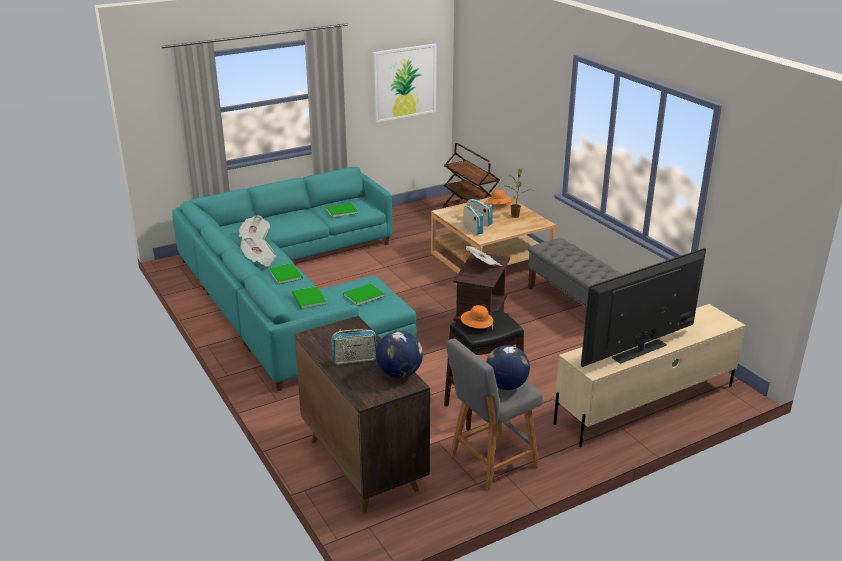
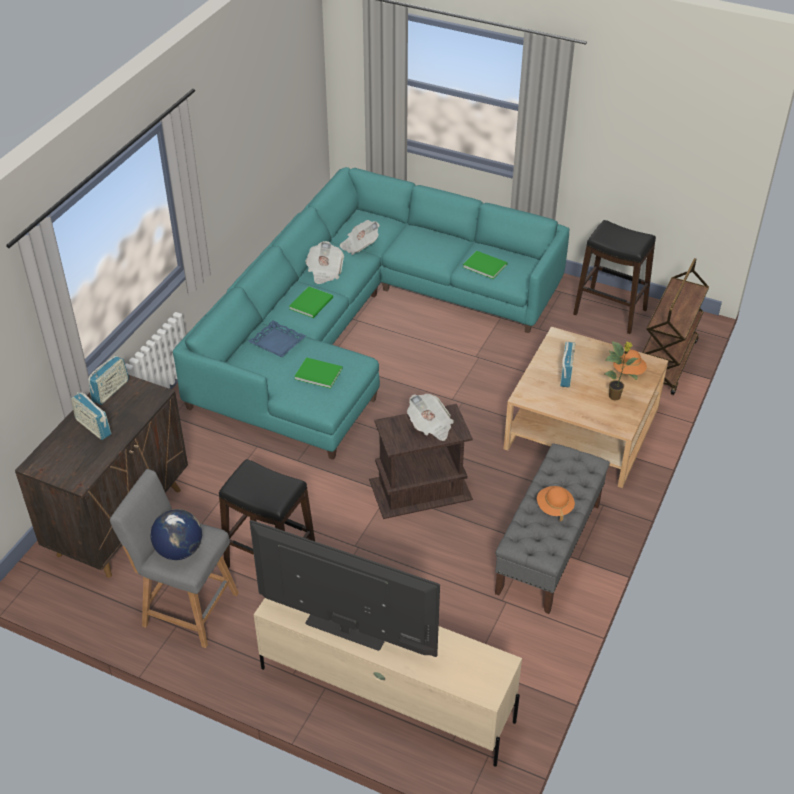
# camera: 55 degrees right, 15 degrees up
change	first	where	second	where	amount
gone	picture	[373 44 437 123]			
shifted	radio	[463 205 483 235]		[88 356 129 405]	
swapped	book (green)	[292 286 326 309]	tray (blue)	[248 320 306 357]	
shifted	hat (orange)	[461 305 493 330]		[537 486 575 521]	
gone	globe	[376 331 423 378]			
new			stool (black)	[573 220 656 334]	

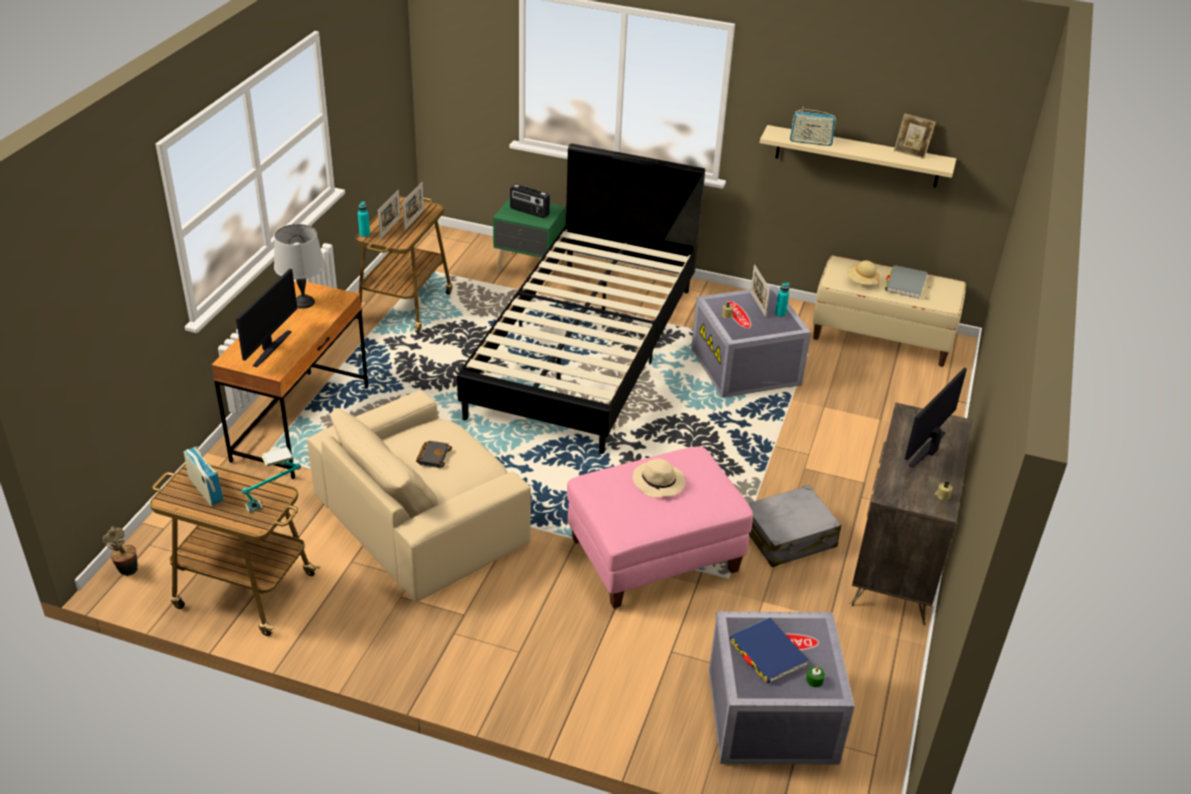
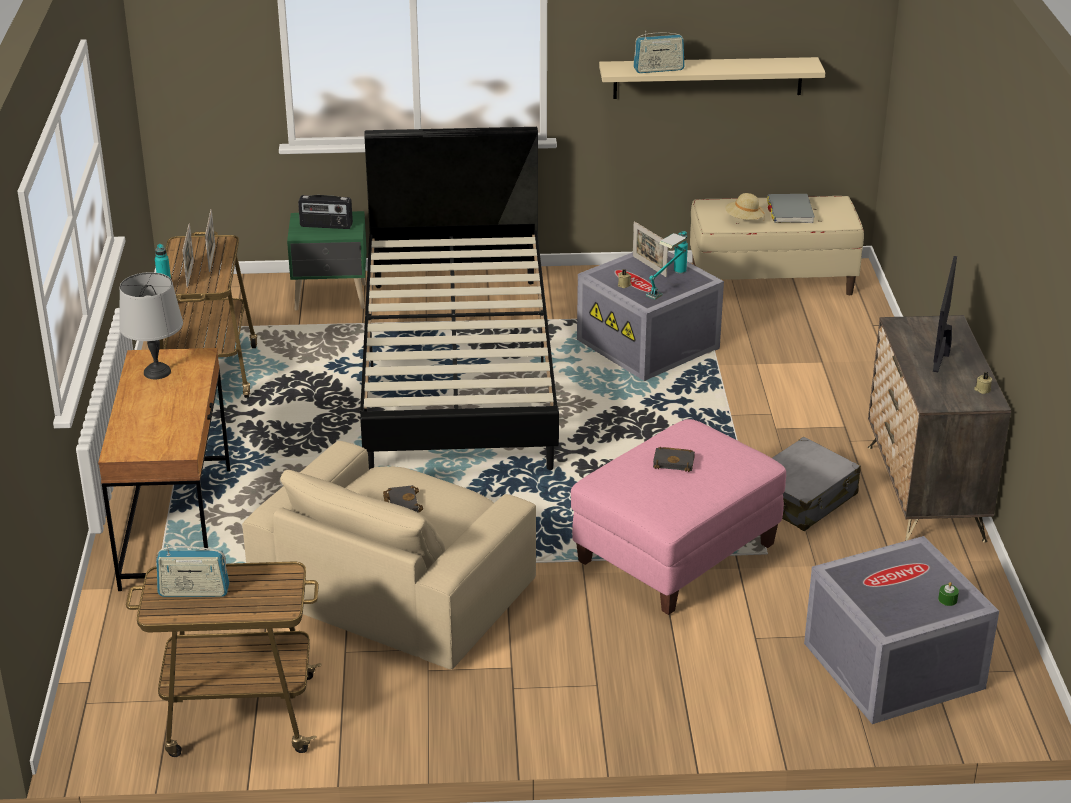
# camera: 20 degrees left, 5 degrees down
change	first	where	second	where	amount
gone	picture frame	[894 114 936 159]			
gone	monitor	[236 269 297 367]			
rotated	radio	[184 447 224 506]		[156 545 229 597]	150 degrees clockwise
shifted	table lamp	[242 447 301 513]		[646 233 687 300]	
swapped	hat (beige)	[632 458 686 497]	book (black)	[653 447 695 472]	
gone	potted plant	[103 526 138 576]			
gone	book (blue)	[729 617 809 684]			

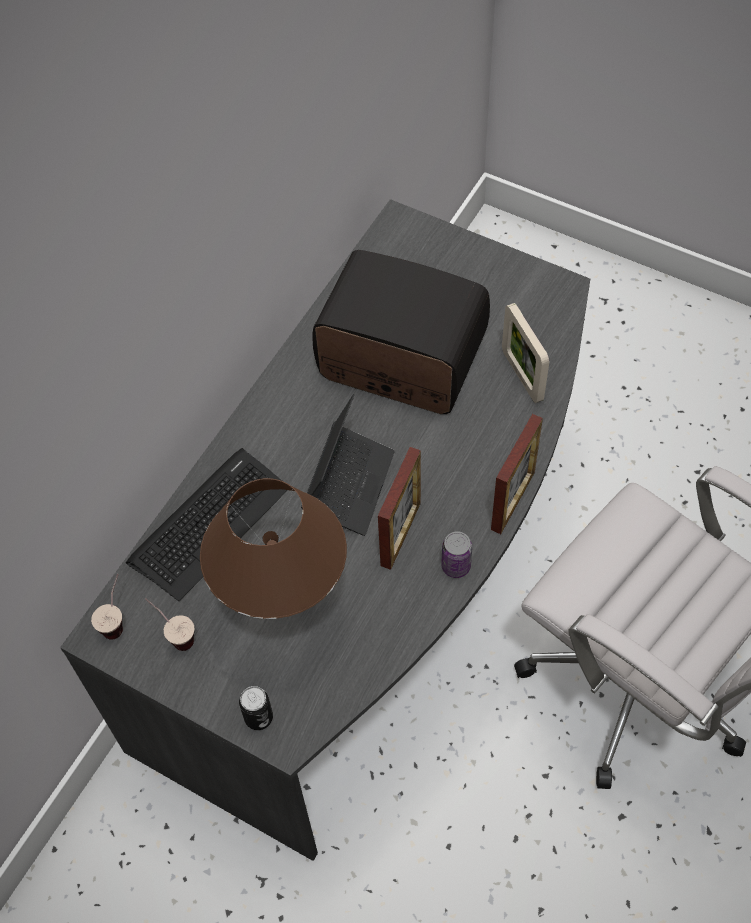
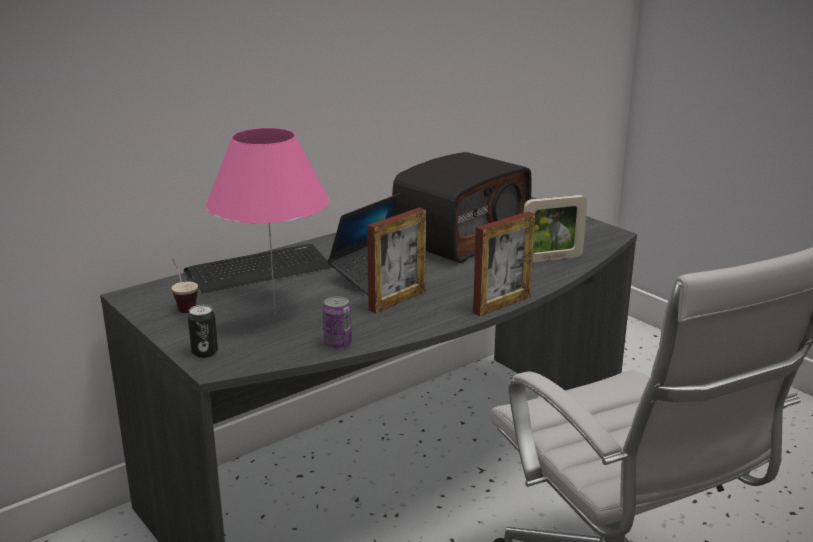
# camera: 20 degrees right, 35 degrees down
change	first	where	second	where	amount
rotated	radio	[313 250 490 414]		[392 152 532 263]	90 degrees clockwise
rotated	picture frame	[502 303 549 403]		[524 195 587 262]	105 degrees counterclockwise
repainted	table lamp (brown)	[200 478 347 619]	table lamp (pink)	[205 128 329 315]	
shifted	can	[441 531 472 578]		[323 296 352 348]	
gone	cup	[91 574 123 640]			

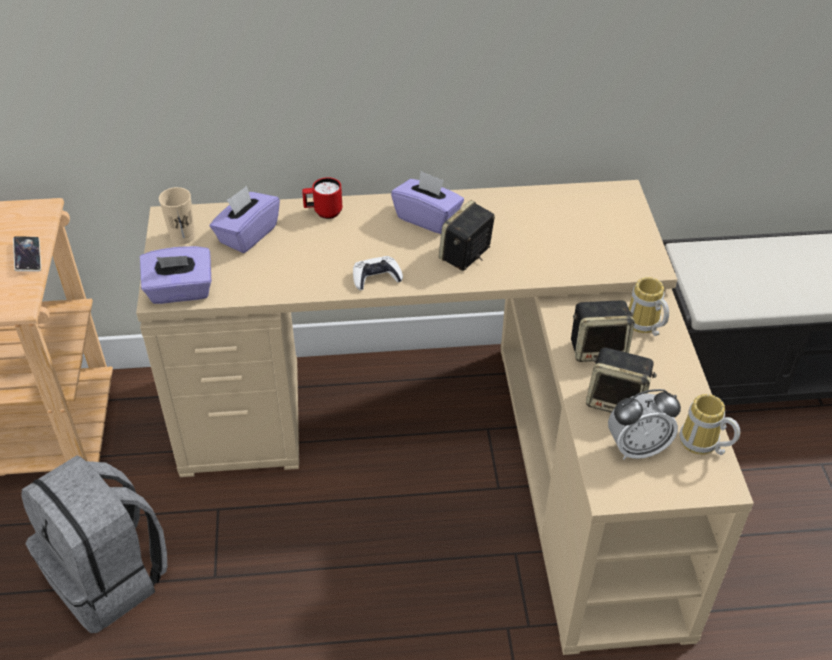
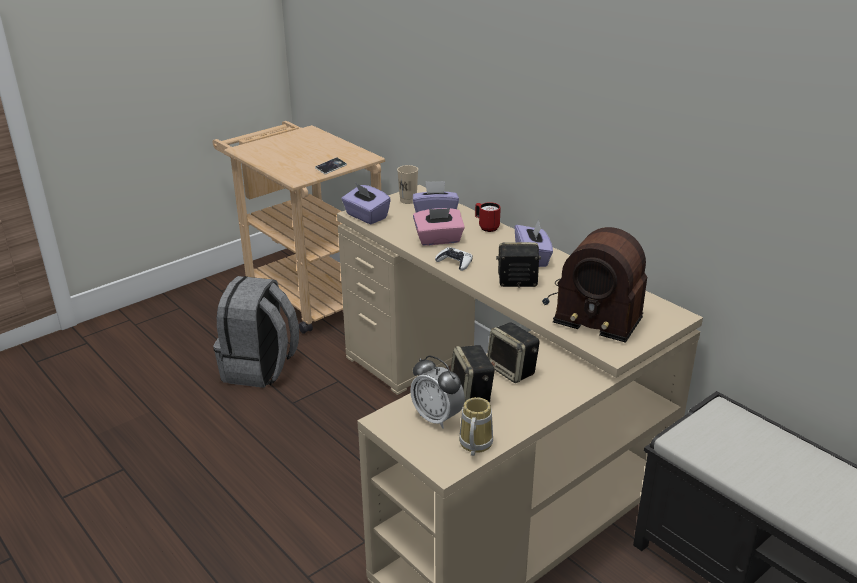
# camera: 55 degrees right, 15 degrees down
change	first	where	second	where	amount
gone	mug	[628 277 669 336]			
new			tissue box (pink)	[413 208 465 246]	
new			radio	[542 227 647 343]	

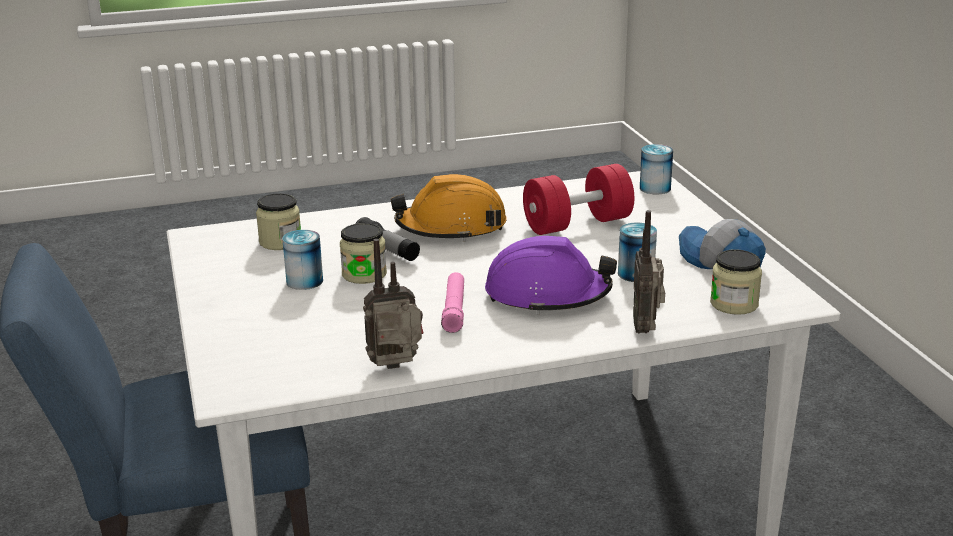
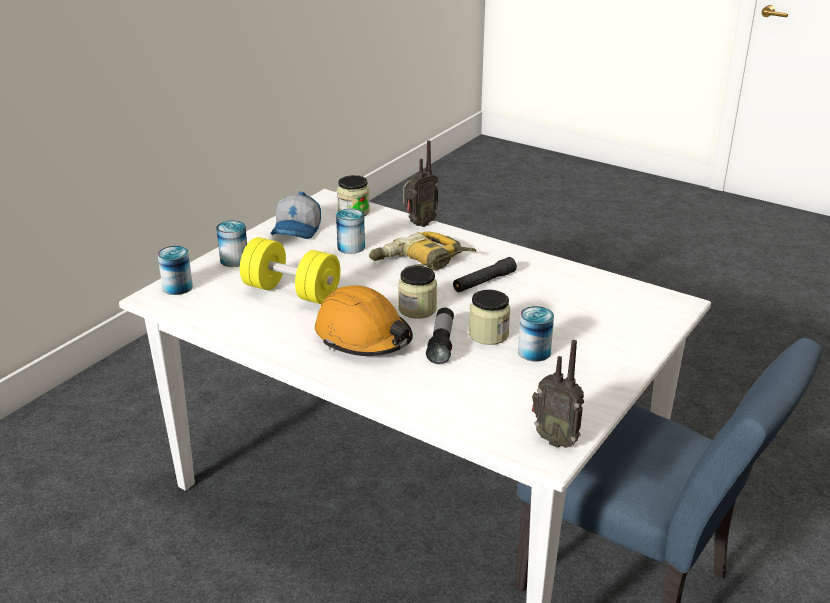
# camera: 130 degrees left, 5 degrees up
change	first	where	second	where	amount
repainted	dumbbell (red)	[523 164 634 235]	dumbbell (yellow)	[240 237 340 304]	
shifted	jar	[256 193 301 250]		[398 266 437 319]	
swapped	hard hat (purple)	[485 236 617 315]	power drill	[369 231 476 271]	
shifted	radio	[363 239 423 369]		[532 340 584 448]	
repainted	flashlight (pink)	[441 272 464 333]	flashlight (black)	[453 257 517 292]	
new			can	[216 220 247 267]	

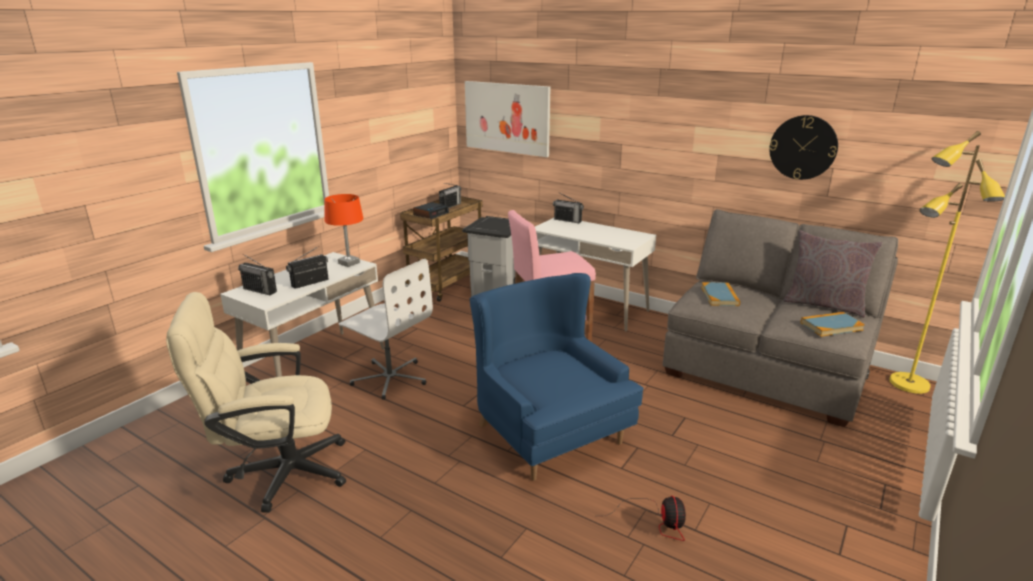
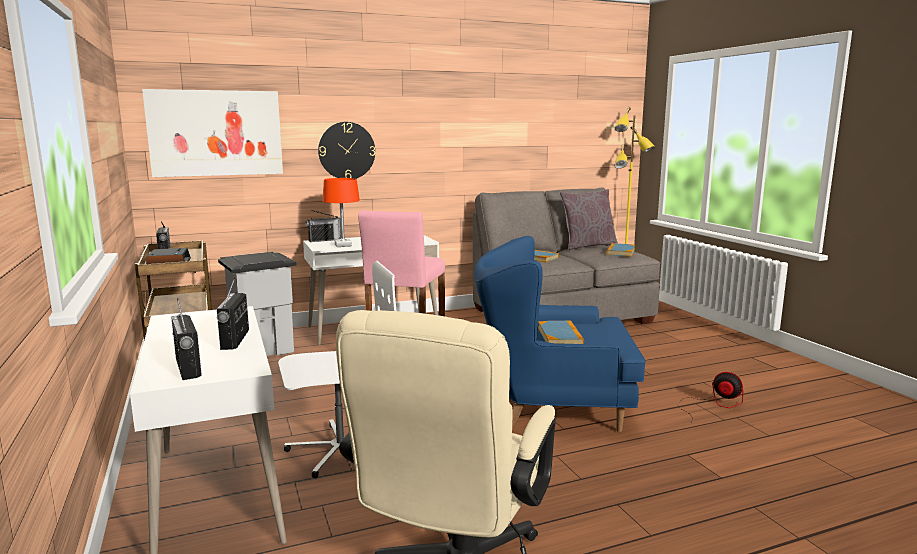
# camera: 55 degrees left, 10 degrees down
change	first	where	second	where	amount
shifted	wall clock	[769 115 838 180]		[318 122 375 179]	
shifted	table lamp (orange)	[324 194 363 267]		[323 178 360 247]	
rotated	radio	[238 254 277 295]		[171 298 202 380]	90 degrees clockwise
new			book	[538 321 584 344]	

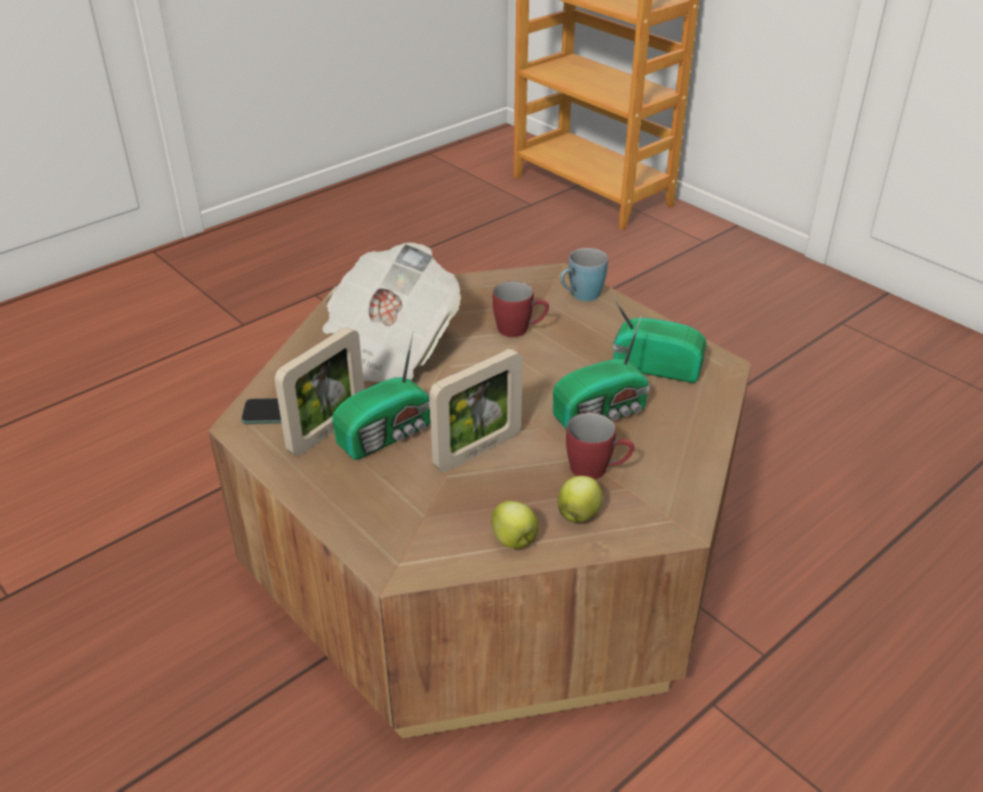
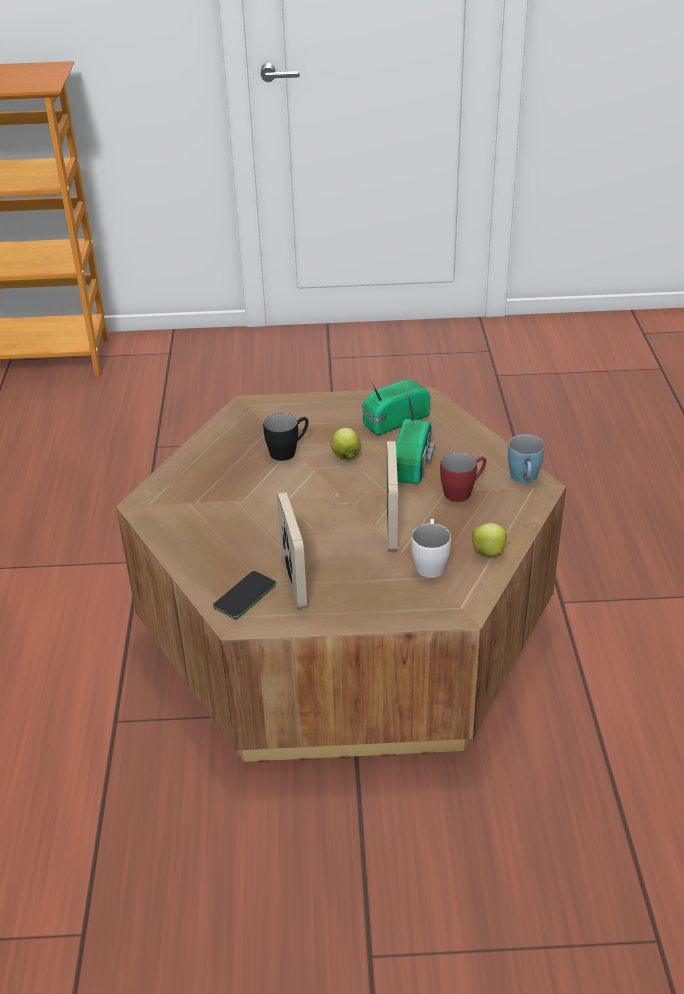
# camera: 50 degrees left, 0 degrees up
change	first	where	second	where	amount
gone	newspaper	[322 242 461 382]			
shifted	mug (blue)	[560 248 608 301]		[508 434 544 483]	
repainted	mug (red)	[493 281 549 337]	mug (black)	[263 413 309 461]	
gone	radio	[332 331 430 460]			
shifted	apple	[558 476 603 522]		[330 428 361 459]	
new			mug (white)	[411 519 451 578]	

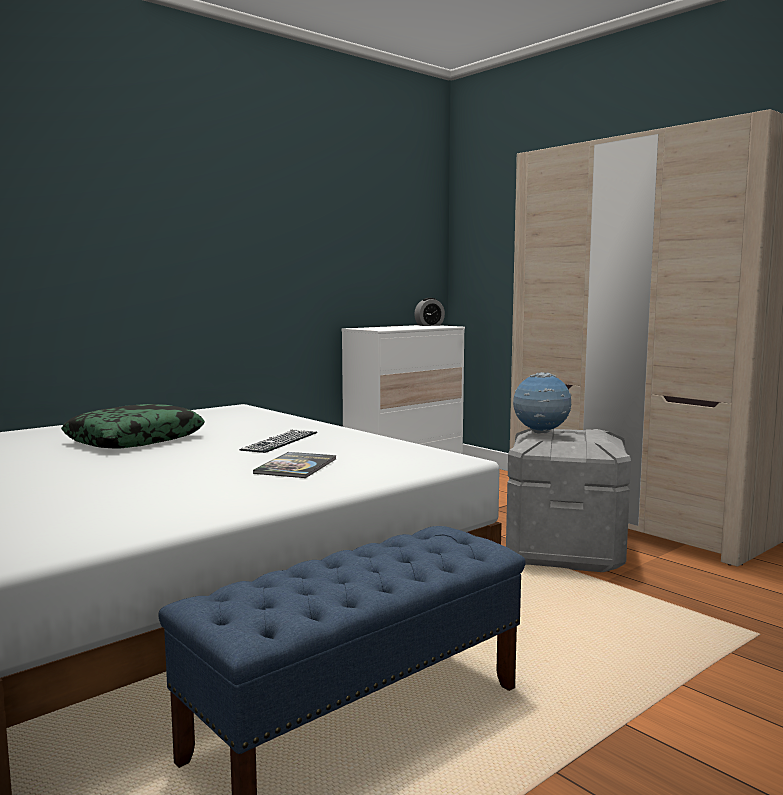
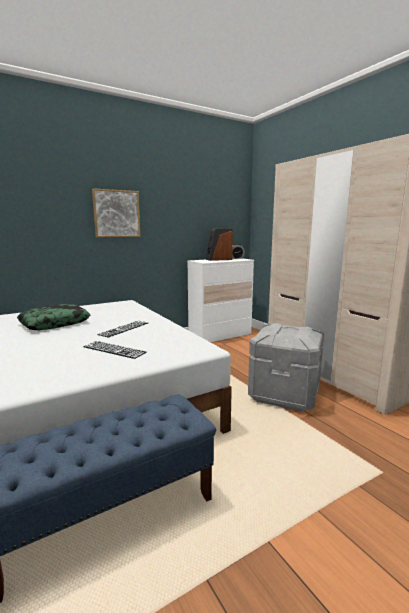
# camera: 10 degrees right, 5 degrees up
change	first	where	second	where	amount
gone	globe	[513 372 571 434]			
swapped	book	[253 452 336 478]	keyboard	[83 341 147 359]	
new			picture	[92 188 141 237]	
new			speaker	[205 229 233 261]	

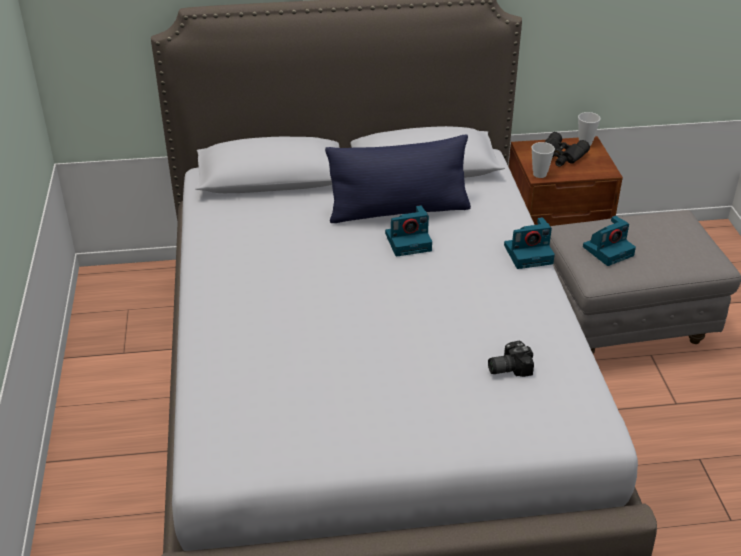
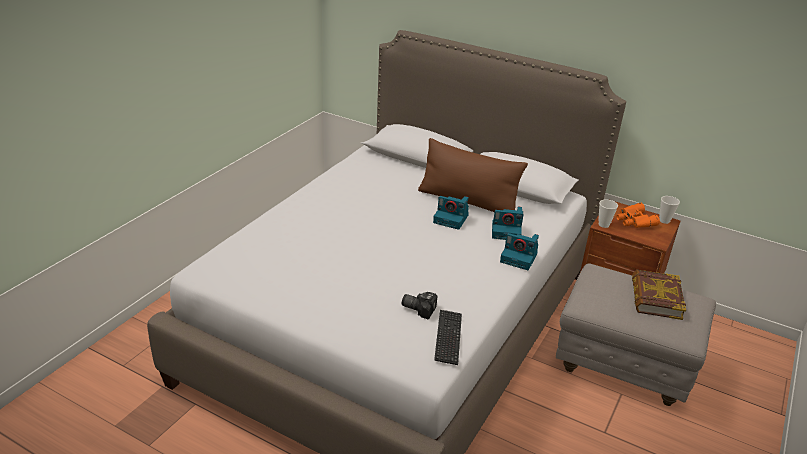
# camera: 35 degrees right, 5 degrees down
change	first	where	second	where	amount
repainted	binoculars (black)	[545 132 590 167]	binoculars (orange)	[616 203 660 228]	
repainted	pillow (blue)	[325 134 471 223]	pillow (brown)	[418 138 528 212]	
shifted	photo camera	[583 216 636 266]		[492 207 523 240]	
new			book	[632 270 686 320]	
new			keyboard	[434 310 462 365]	

